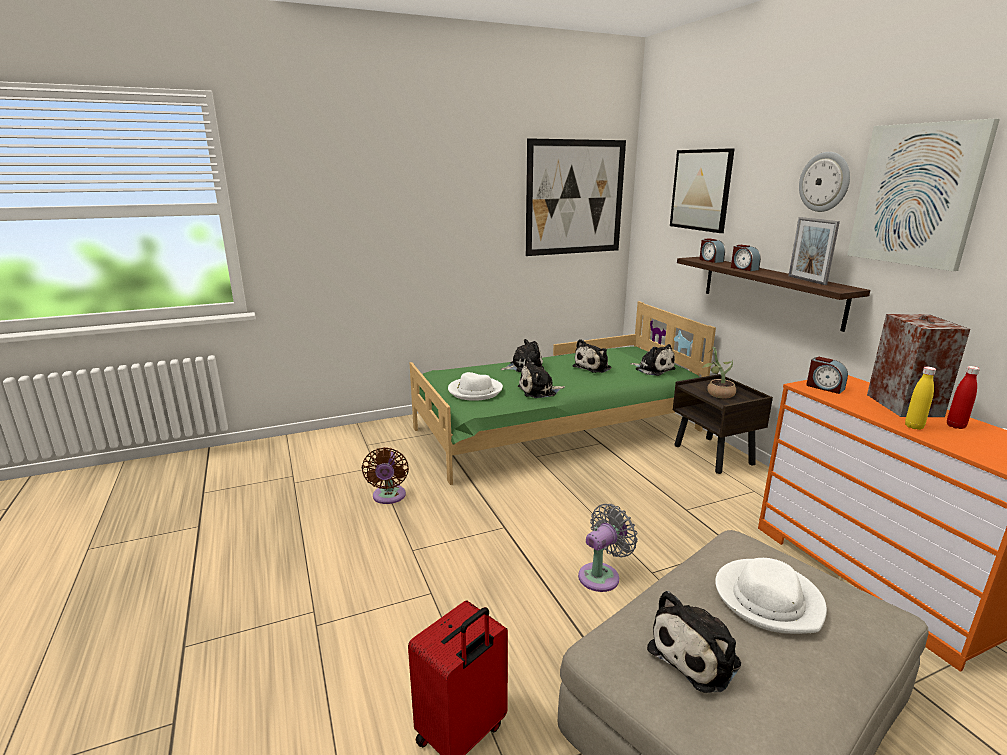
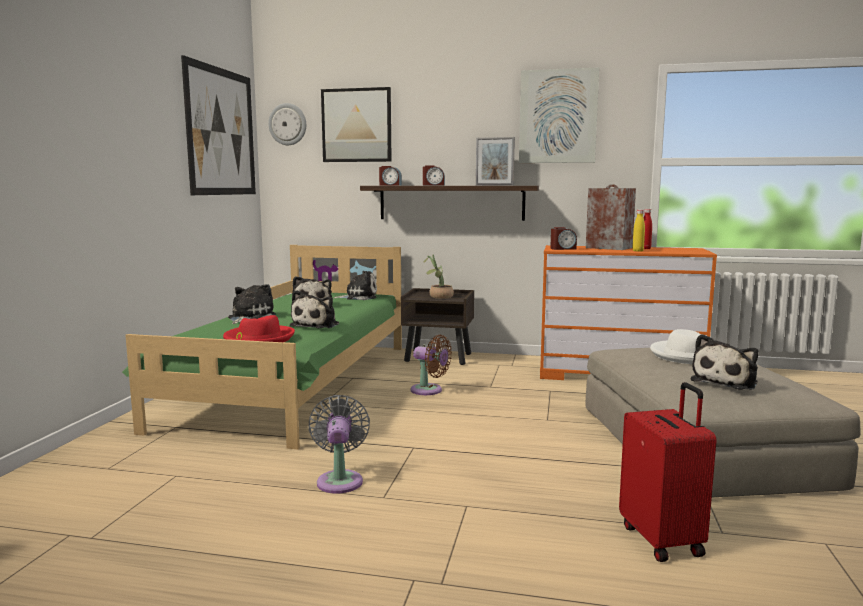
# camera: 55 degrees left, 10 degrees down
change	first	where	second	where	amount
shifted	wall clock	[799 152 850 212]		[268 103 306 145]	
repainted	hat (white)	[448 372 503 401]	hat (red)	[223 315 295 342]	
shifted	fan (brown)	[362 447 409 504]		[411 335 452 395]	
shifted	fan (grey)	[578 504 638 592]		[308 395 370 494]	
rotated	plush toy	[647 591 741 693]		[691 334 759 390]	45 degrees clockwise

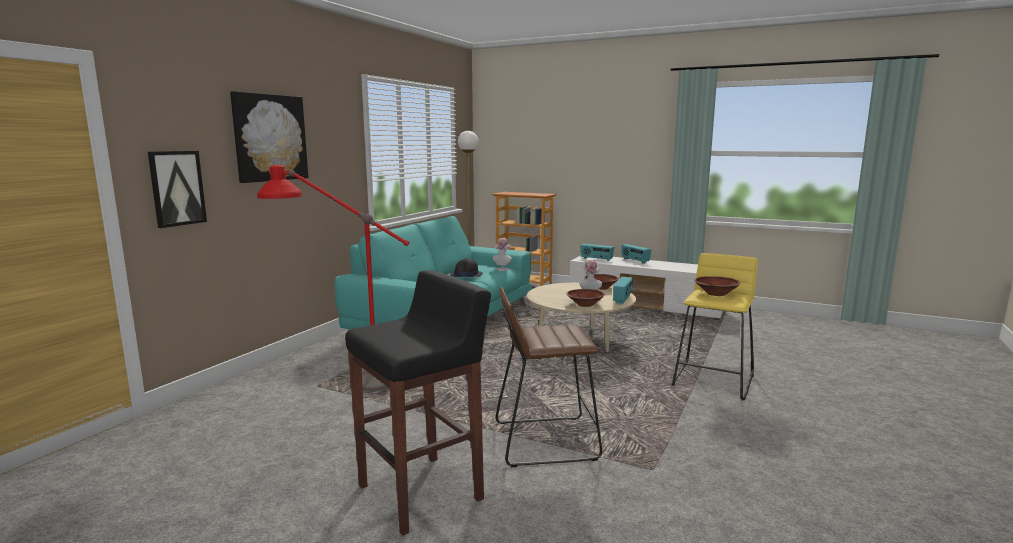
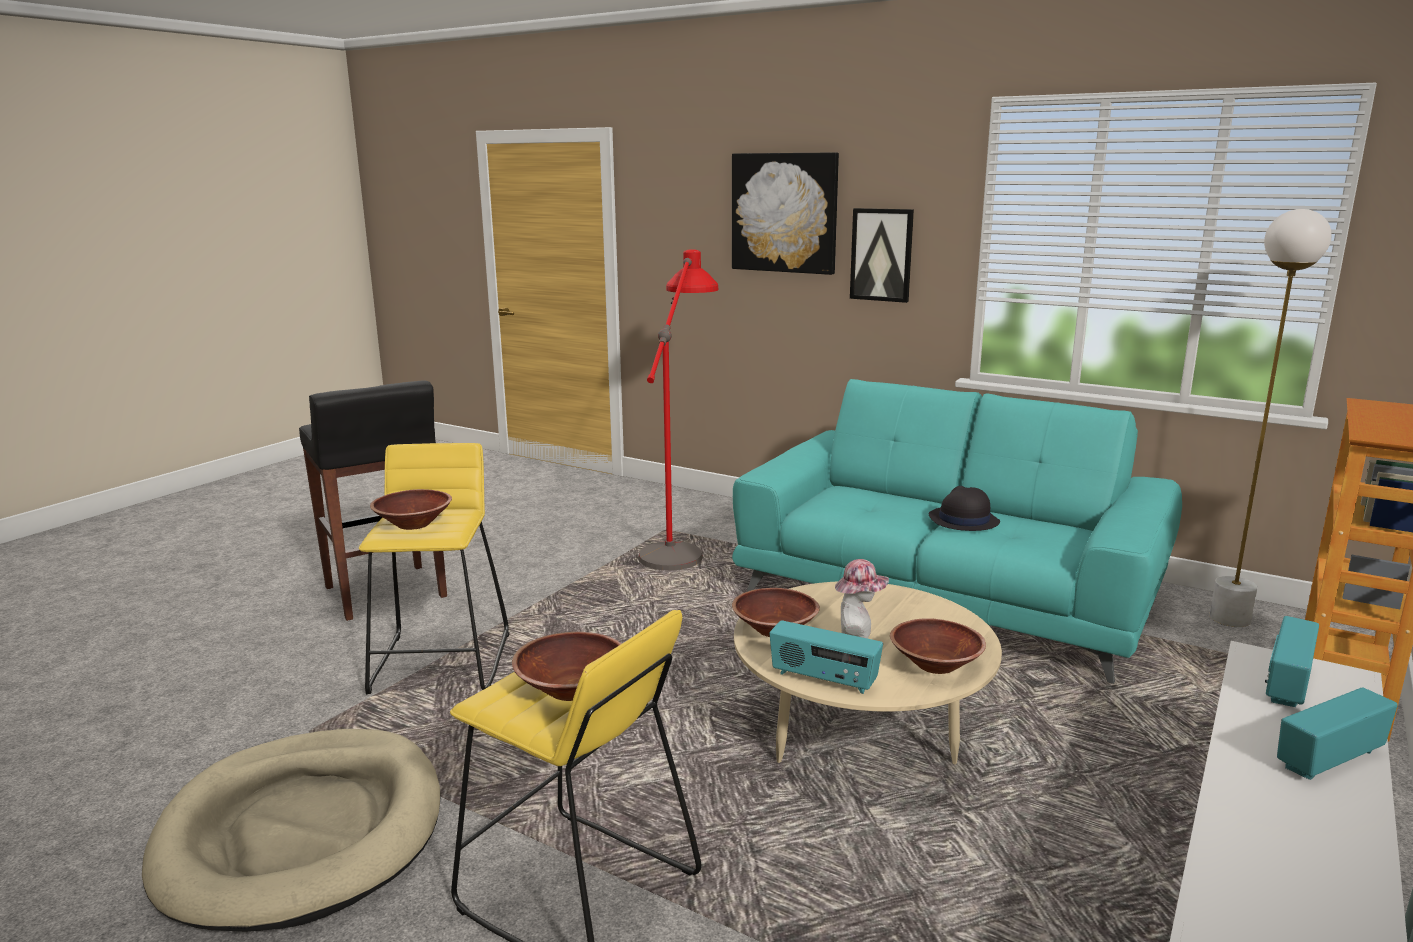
# camera: 95 degrees right, 5 degrees up
change	first	where	second	where	amount
shifted	picture	[148 151 207 228]		[850 208 914 303]	
gone	hat	[493 238 512 271]			
repainted	stool (brown)	[496 287 603 467]	stool (yellow)	[359 443 509 694]	
new			bowl (brown)	[370 489 452 530]	
new			dog bed (beige)	[142 729 441 932]	

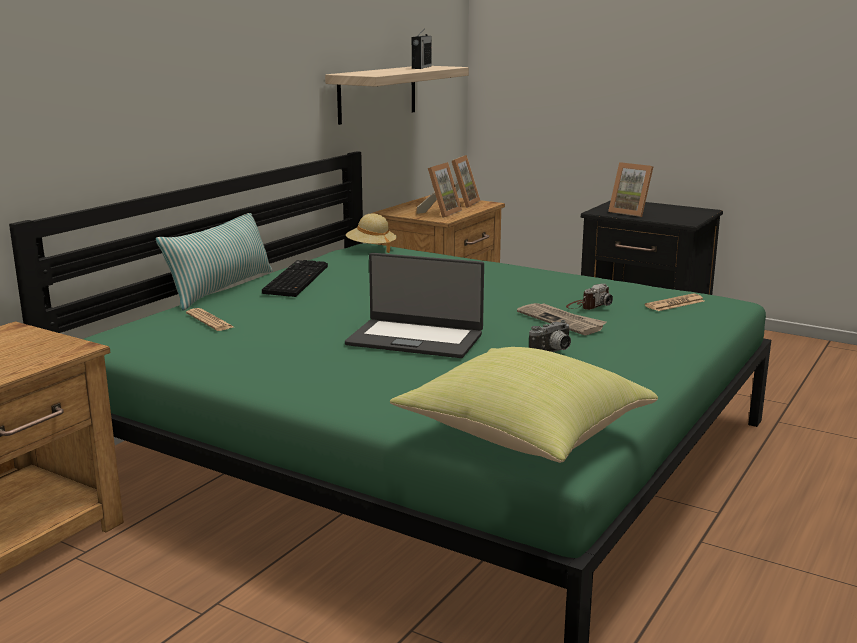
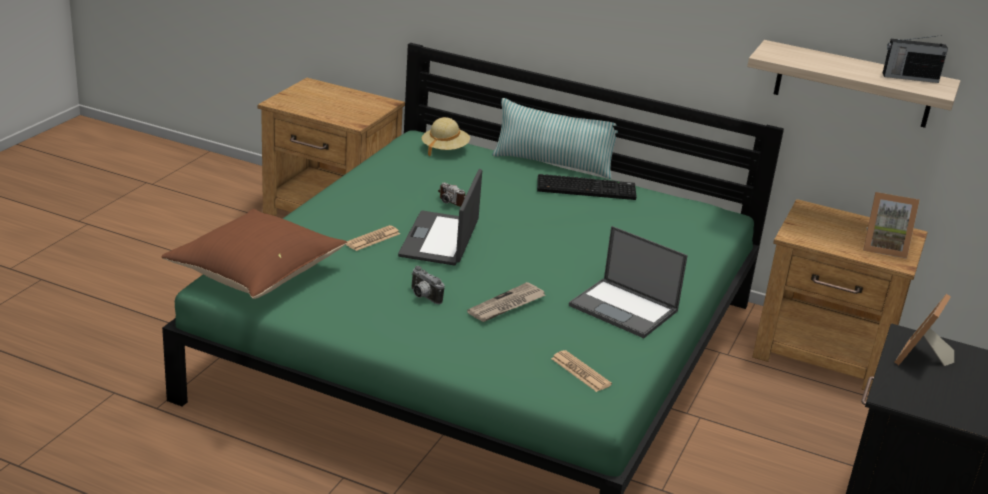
# camera: 80 degrees right, 10 degrees up
change	first	where	second	where	amount
gone	picture frame	[416 162 462 218]			
shifted	hat (beige)	[346 213 397 253]		[422 117 470 156]	
shifted	photo camera	[566 284 613 310]		[438 182 466 207]	
shifted	newspaper	[186 308 234 331]		[346 225 400 251]	
repainted	pillow (yellow)	[390 347 658 463]	pillow (brown)	[161 209 347 299]	
new			laptop	[569 226 688 338]	

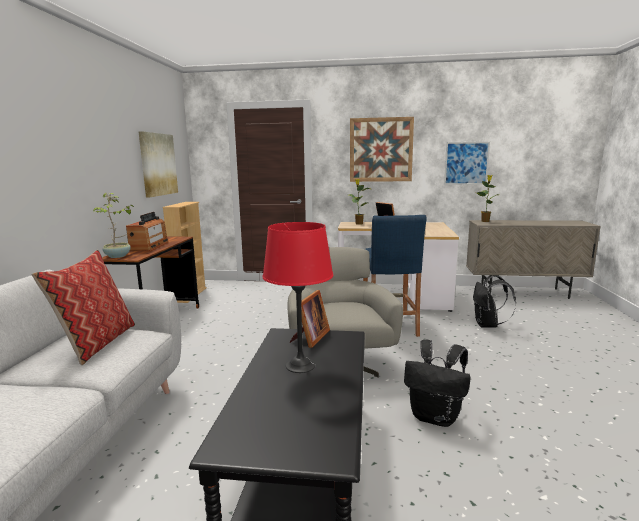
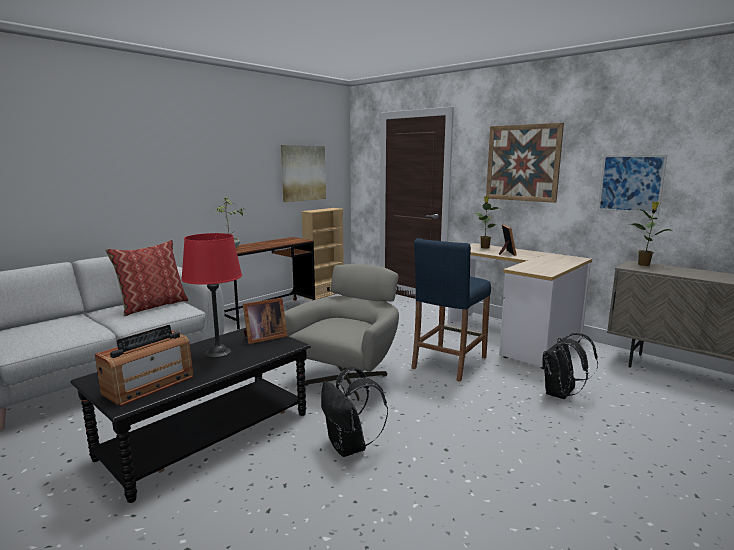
# camera: 35 degrees right, 0 degrees up
change	first	where	second	where	amount
shifted	radio	[126 212 168 251]		[95 325 193 406]	

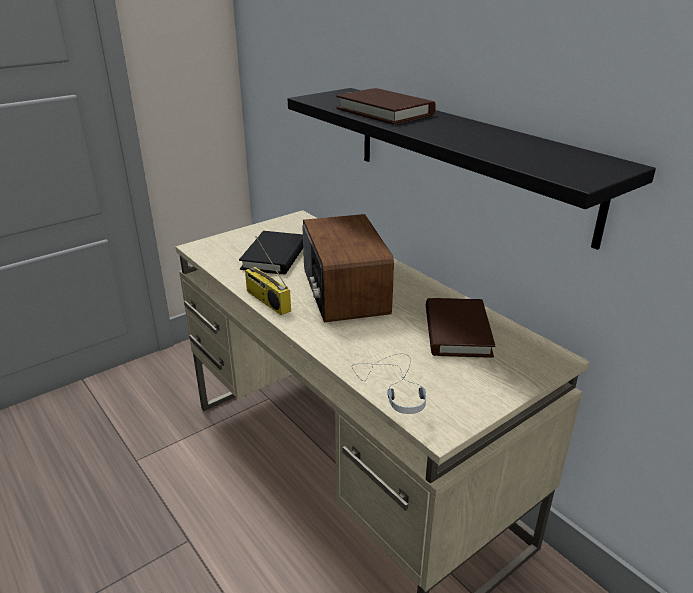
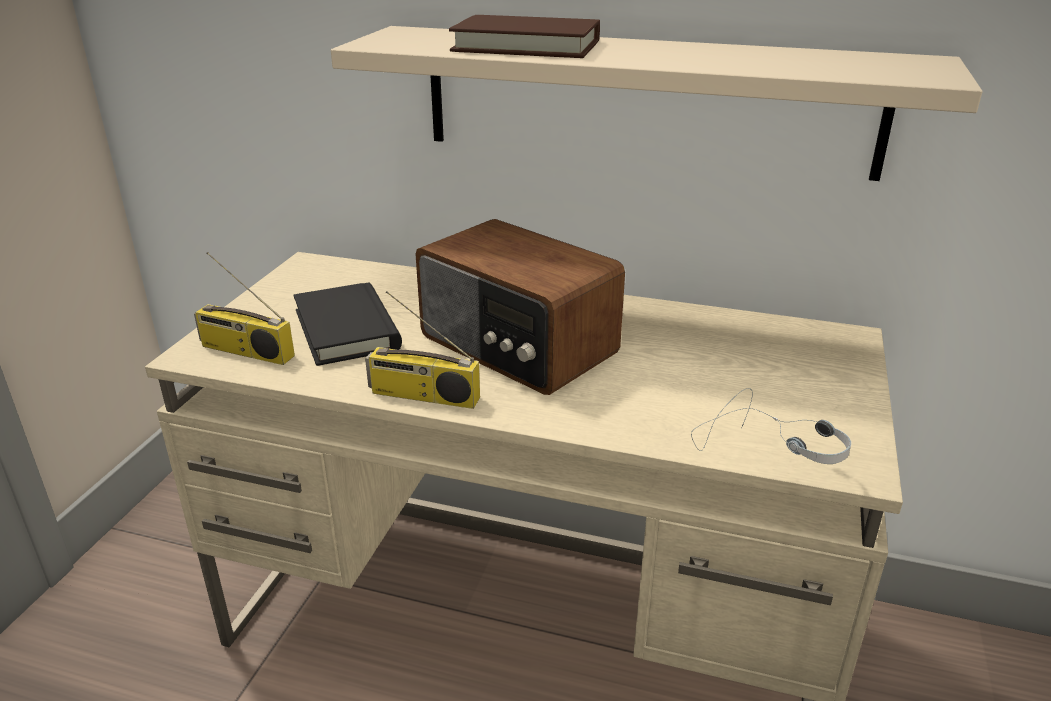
# camera: 35 degrees left, 0 degrees up
change	first	where	second	where	amount
repainted	shelf (black)	[288 88 656 250]	shelf (beige)	[331 26 982 181]	
gone	book (brown)	[426 298 495 358]			
new			radio	[194 252 295 365]	

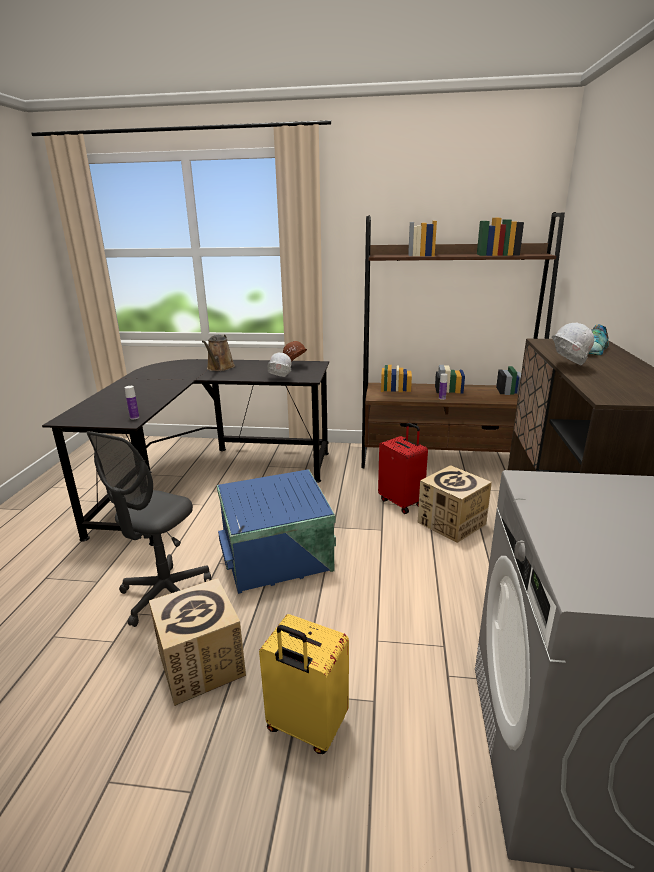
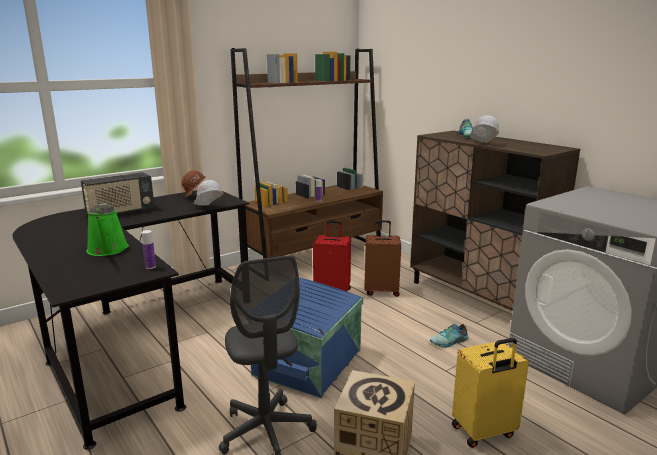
# camera: 45 degrees left, 5 degrees down
change	first	where	second	where	amount
swapped	watering can (brown)	[202 335 235 371]	radio	[81 172 154 215]	
swapped	cardboard box	[417 465 492 543]	suitcase (brown)	[365 220 401 297]	
new			watering can (green)	[86 203 129 256]	
new			shoe	[430 323 468 348]	

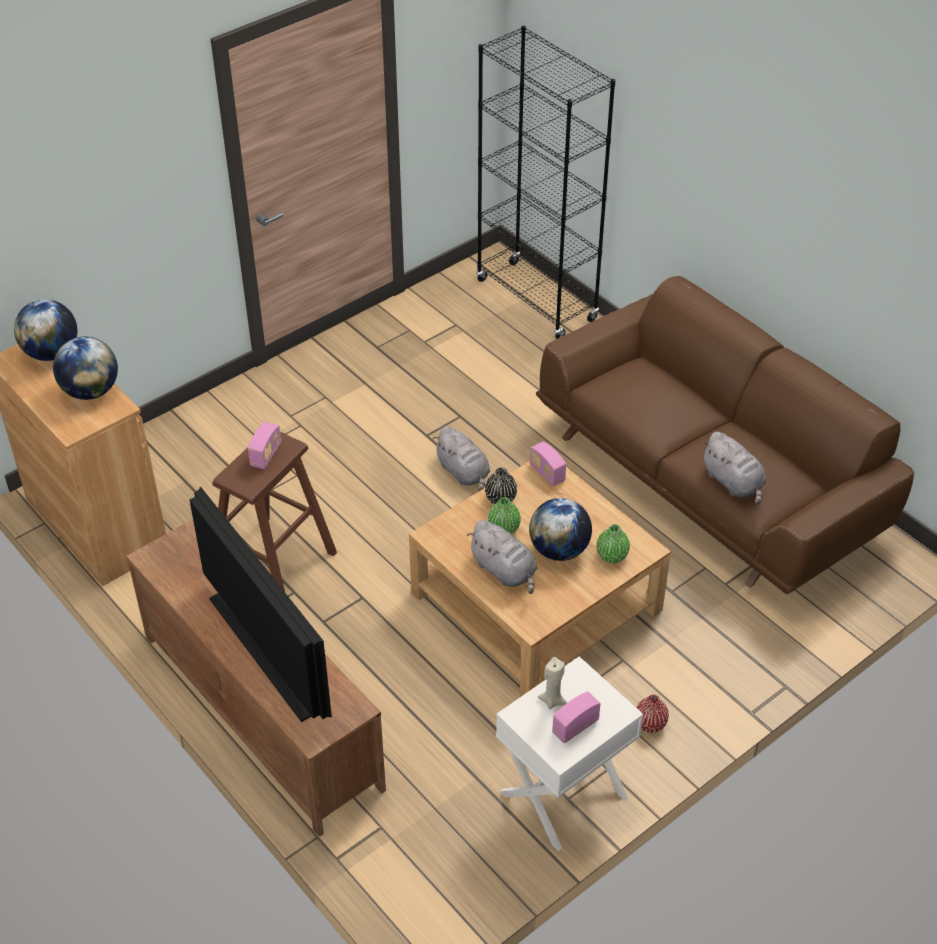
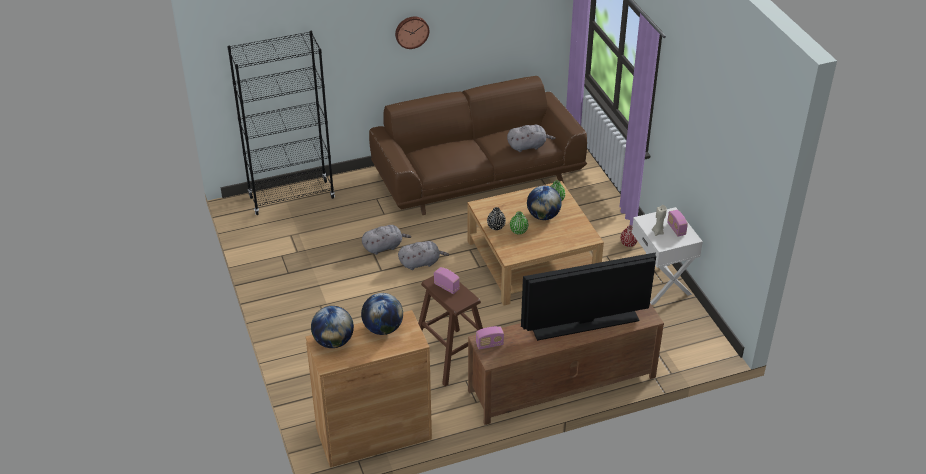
# camera: 70 degrees left, 5 degrees down
change	first	where	second	where	amount
shifted	radio	[530 441 566 486]		[476 326 504 350]	
shifted	plush toy (grey)	[467 520 537 594]		[362 225 411 255]	
new			wall clock	[395 16 429 49]	

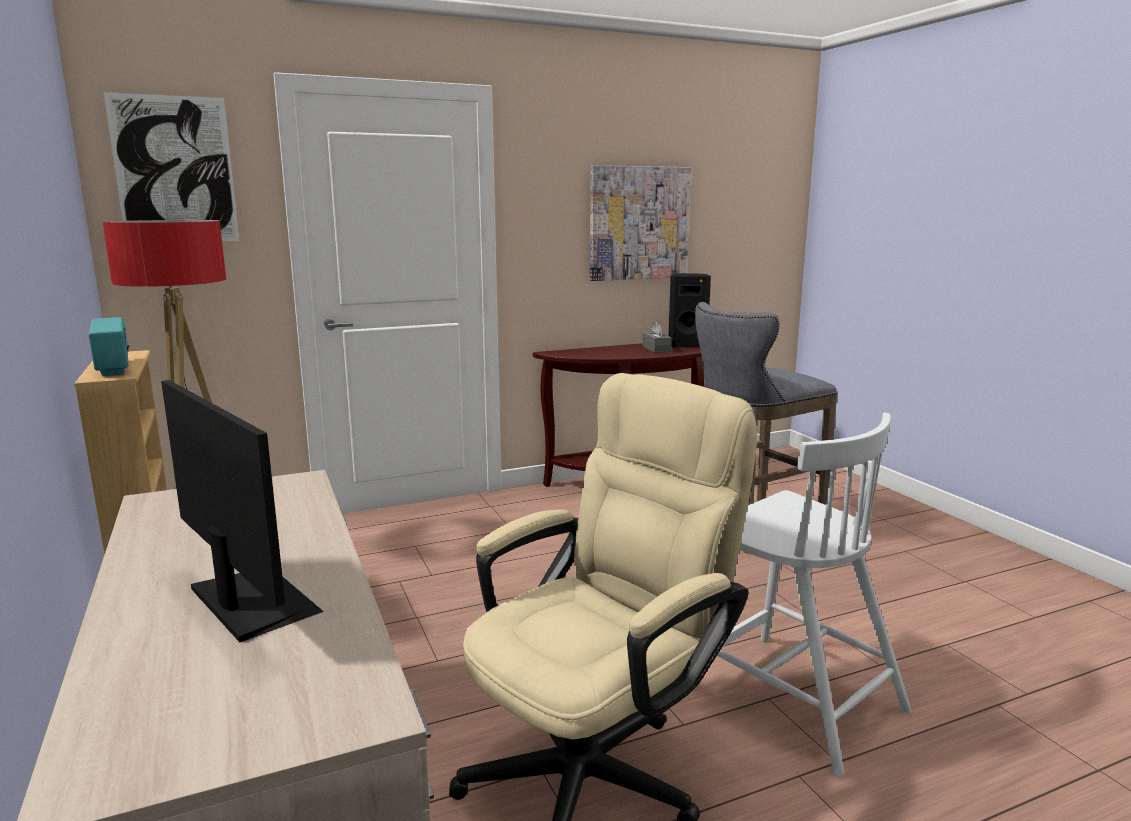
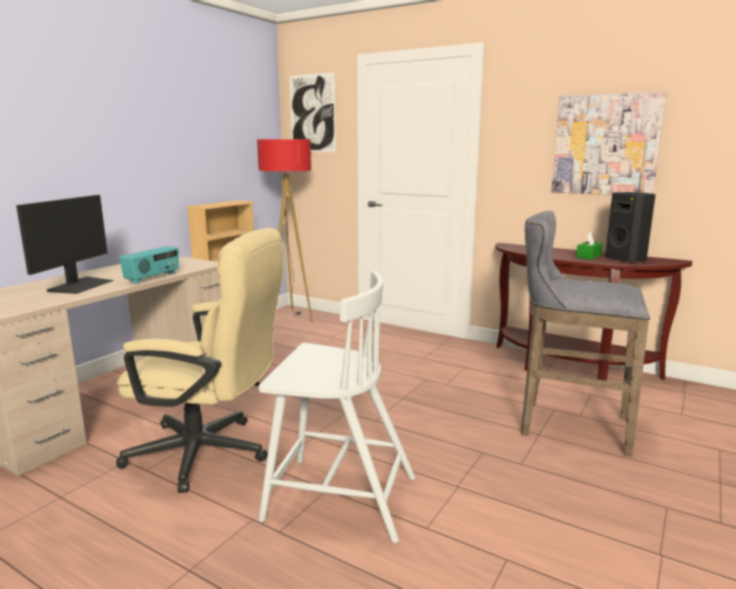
# camera: 55 degrees right, 0 degrees up
change	first	where	second	where	amount
shifted	radio	[89 317 130 376]		[119 246 179 284]	
repainted	tissue box (grey)	[642 321 671 353]	tissue box (green)	[576 232 603 260]	
rotated	chair (white)	[717 413 912 777]		[259 271 416 543]	90 degrees counterclockwise

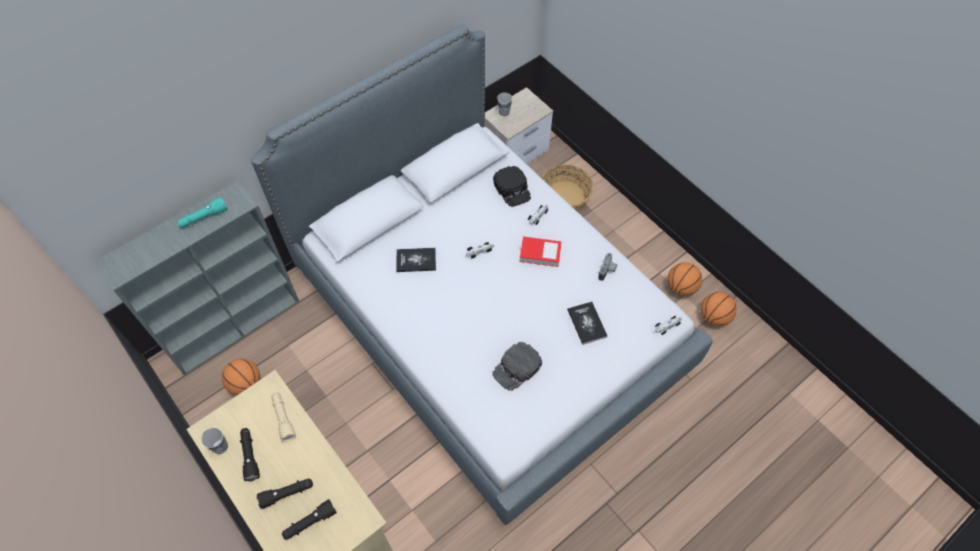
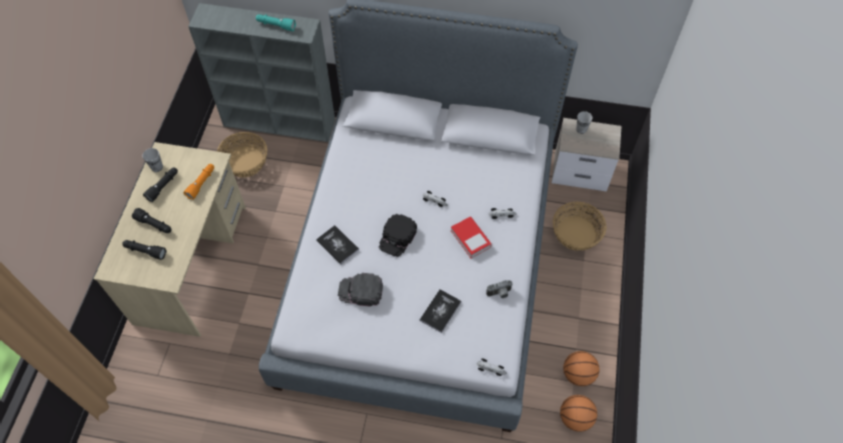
# camera: 50 degrees right, 0 degrees up
change	first	where	second	where	amount
shifted	cap (black)	[493 166 531 207]		[379 214 417 257]	
shifted	book	[396 248 436 272]		[316 225 359 264]	
swapped	basketball	[222 359 260 395]	basket	[217 132 267 178]	
repainted	flashlight (beige)	[271 392 296 442]	flashlight (orange)	[184 164 214 200]	

